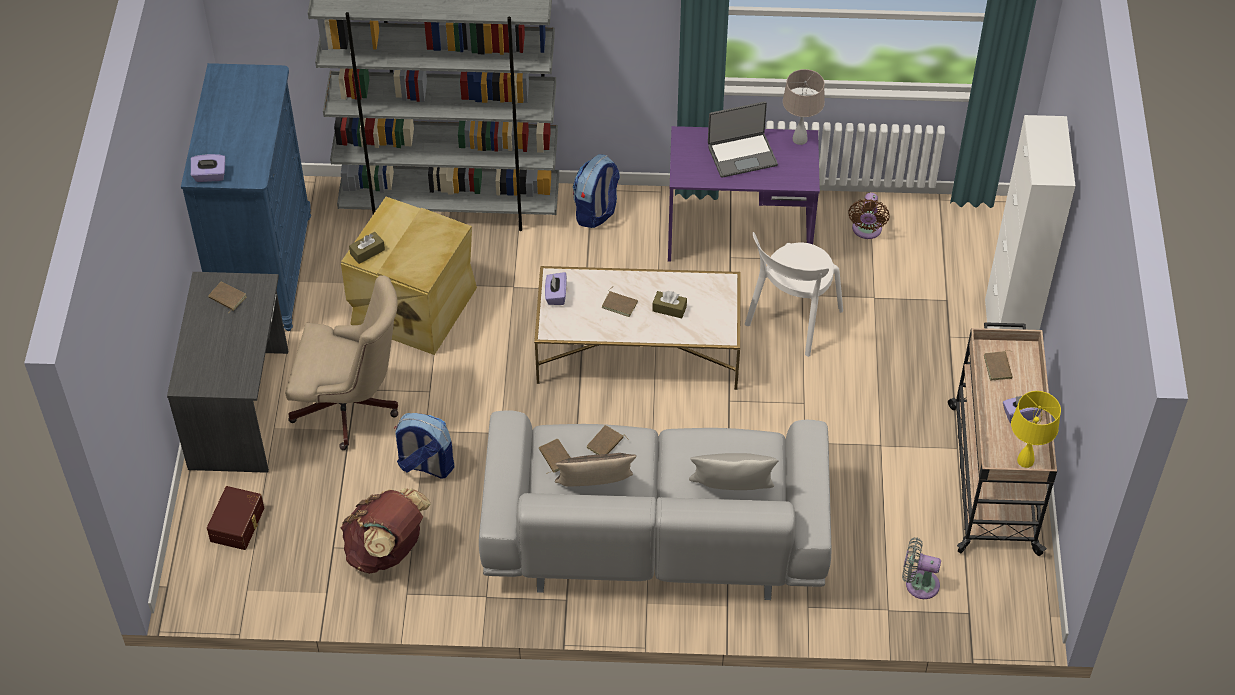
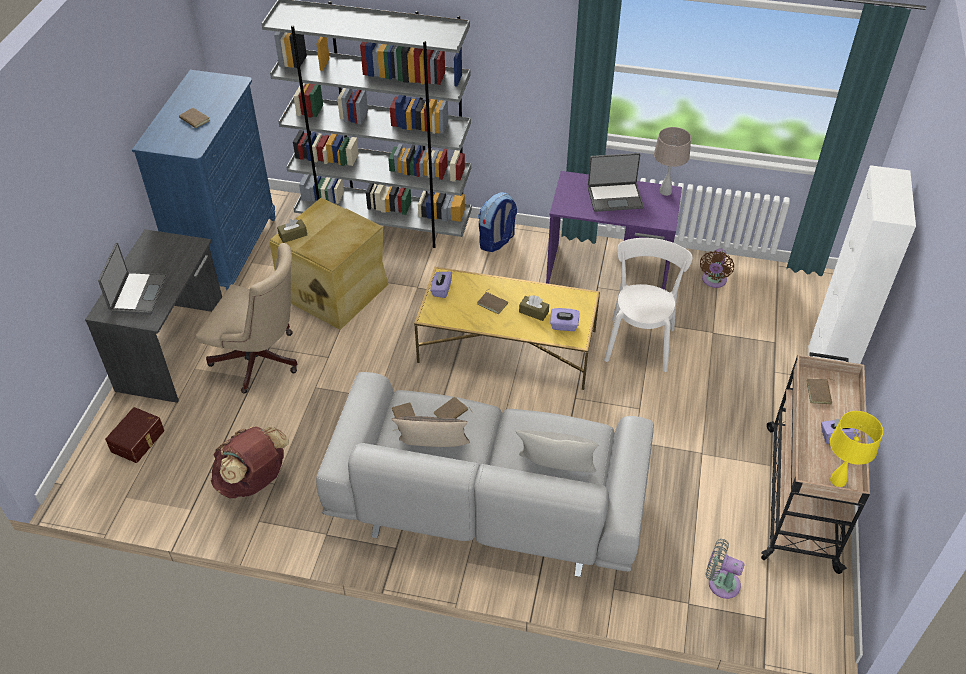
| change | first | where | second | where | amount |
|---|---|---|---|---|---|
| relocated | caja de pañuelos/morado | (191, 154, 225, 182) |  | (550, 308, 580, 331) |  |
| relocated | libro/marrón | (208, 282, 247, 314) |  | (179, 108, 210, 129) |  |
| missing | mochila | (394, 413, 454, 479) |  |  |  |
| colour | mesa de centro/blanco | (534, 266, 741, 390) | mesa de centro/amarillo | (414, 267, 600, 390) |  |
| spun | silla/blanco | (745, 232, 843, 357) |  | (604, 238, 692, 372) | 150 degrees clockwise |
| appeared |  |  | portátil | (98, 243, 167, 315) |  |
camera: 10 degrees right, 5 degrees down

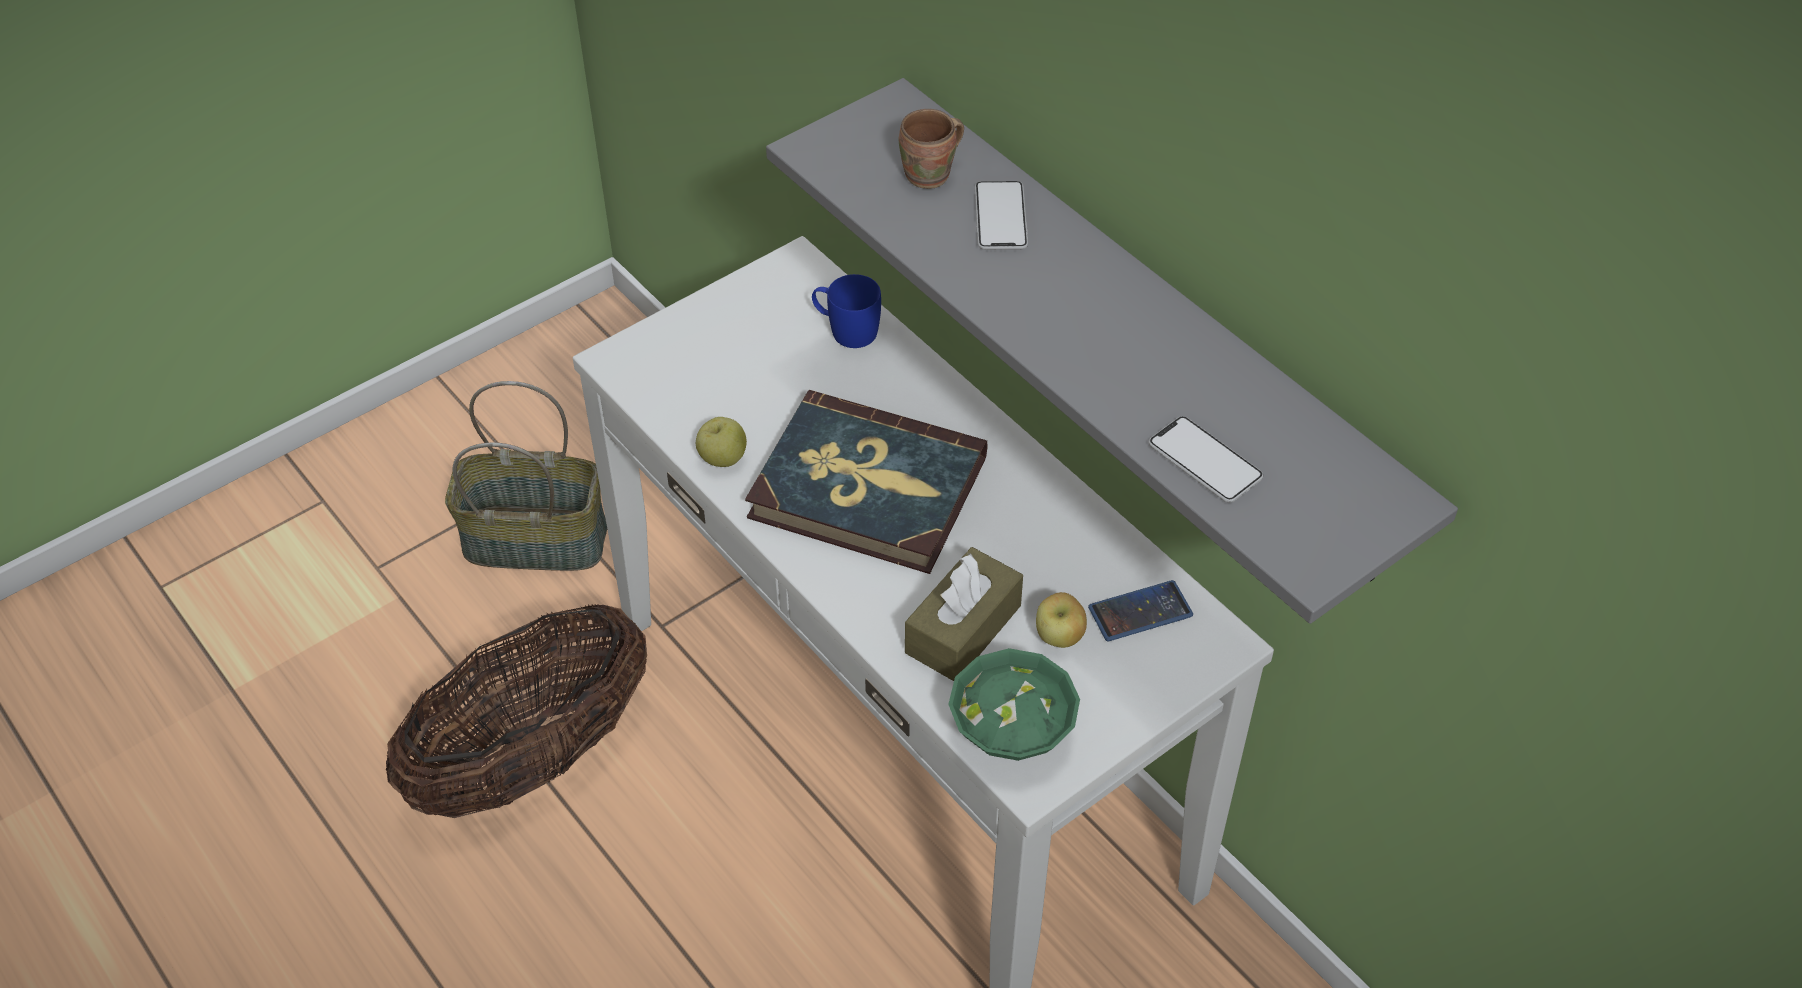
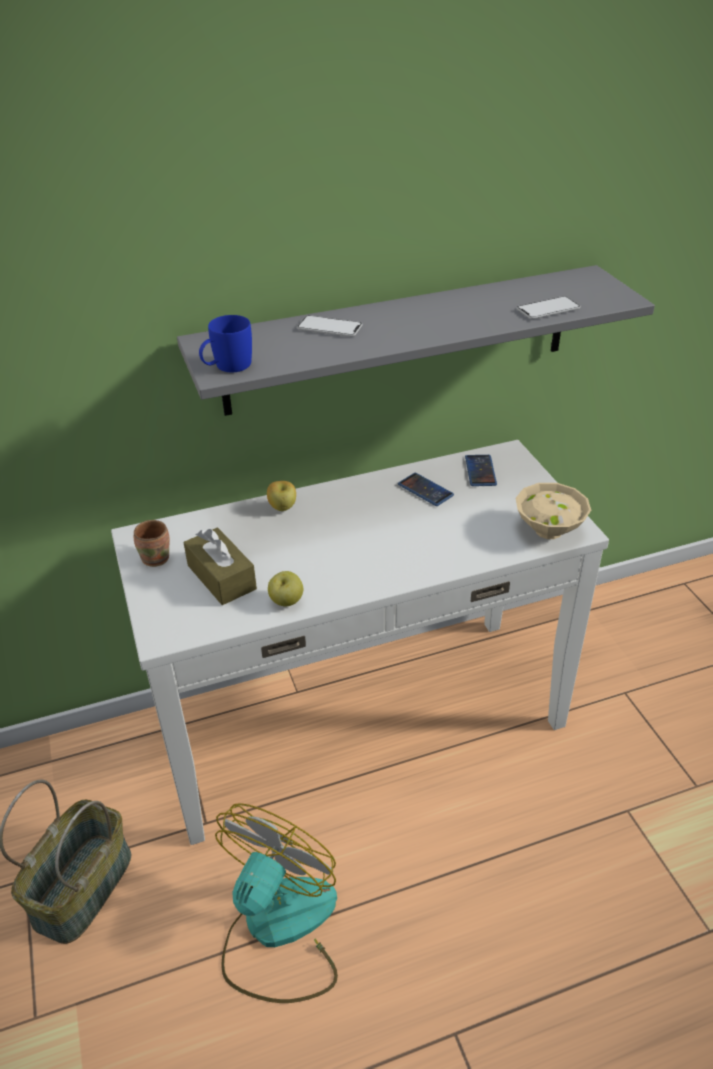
| change | first | where | second | where | amount |
|---|---|---|---|---|---|
| exchanged | cesta | (386, 604, 647, 818) | ventilador | (215, 803, 338, 1003) |  |
| missing | libro | (745, 390, 988, 574) |  |  |  |
| relocated | taza grande/azul | (812, 274, 881, 348) |  | (199, 315, 252, 372) |  |
| relocated | taza grande/marrón | (899, 109, 964, 189) |  | (134, 520, 170, 567) |  |
| relocated | caja de pañuelos/marrón | (905, 547, 1023, 681) |  | (183, 527, 257, 605) |  |
| colour | cuenco/verde | (948, 648, 1080, 761) | cuenco/beis | (516, 483, 591, 539) |  |
| relocated | manzana | (1036, 592, 1087, 648) |  | (267, 481, 296, 511) |  |
| appeared |  |  | móvil | (398, 473, 454, 506) |  |
camera: 70 degrees left, 10 degrees down

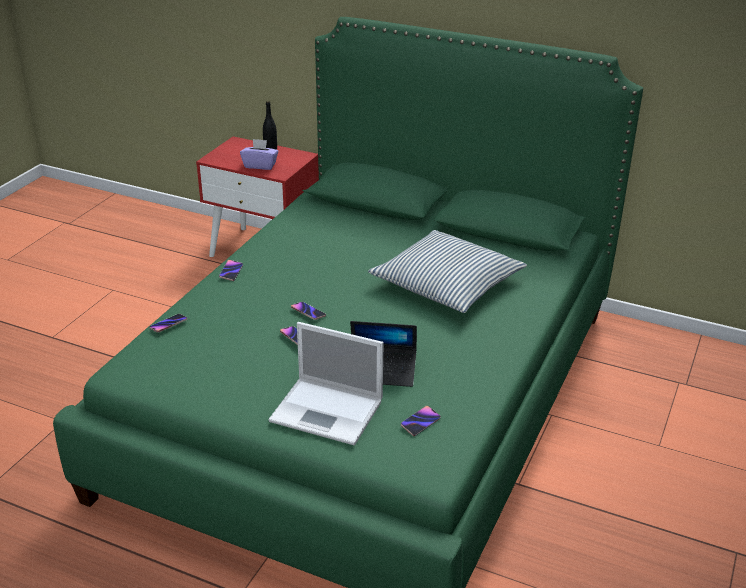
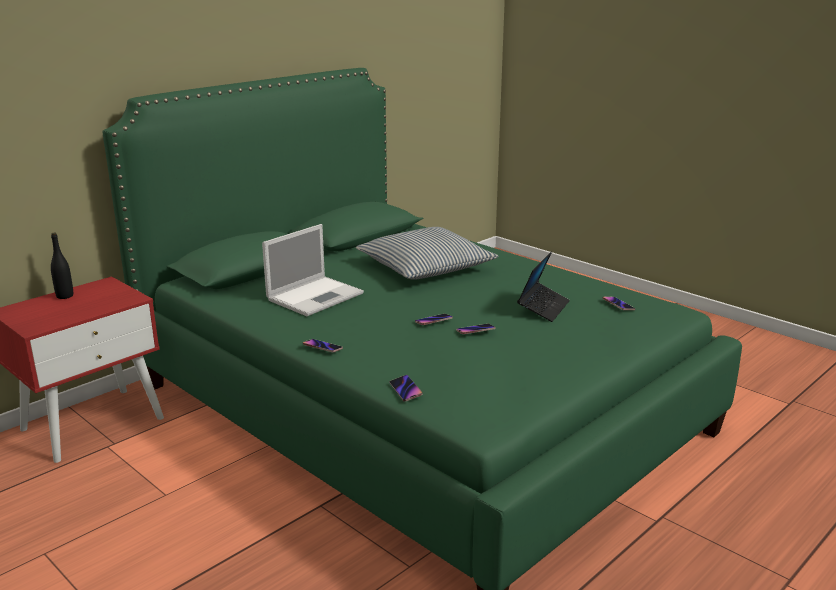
| change | first | where | second | where | amount |
|---|---|---|---|---|---|
| missing | caja de pañuelos/morado | (240, 139, 279, 170) |  |  |  |
| relocated | portátil | (268, 322, 384, 446) |  | (262, 224, 364, 316) |  |
camera: 70 degrees left, 10 degrees down

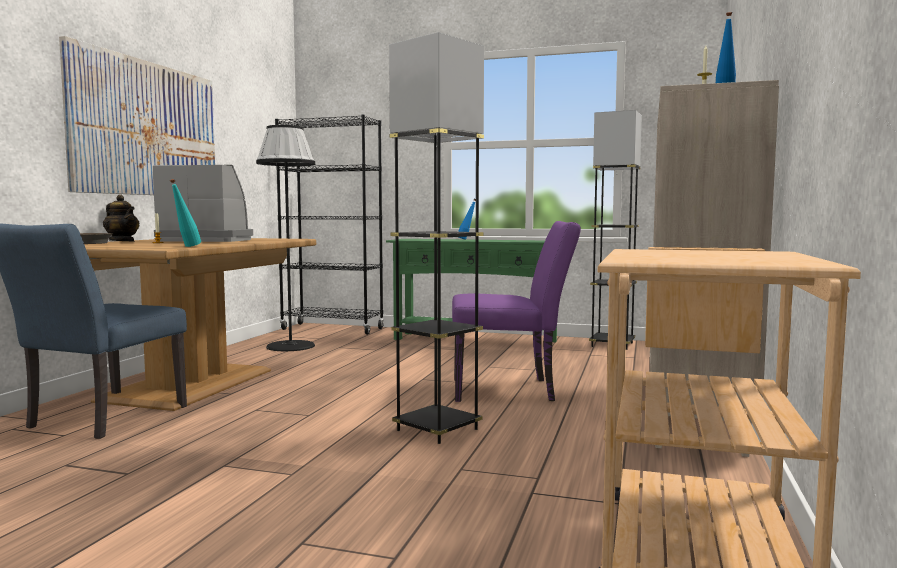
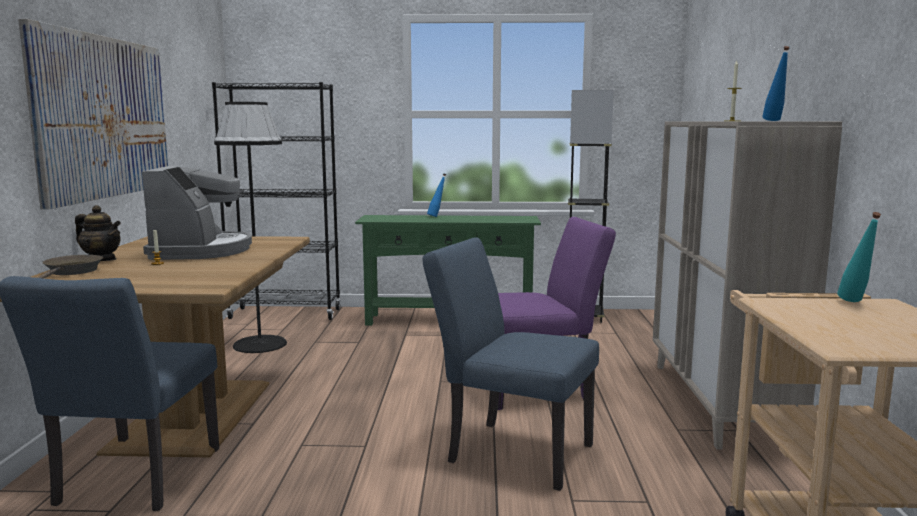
| change | first | where | second | where | amount |
|---|---|---|---|---|---|
| spun | cafetera | (153, 165, 253, 242) |  | (142, 166, 252, 260) | 90 degrees clockwise |
| relocated | botella/turquesa | (170, 179, 201, 247) |  | (837, 212, 881, 302) |  |
| exchanged | lámpara de pie/gris | (389, 32, 484, 444) | silla/azul | (422, 237, 599, 491) |  |
camera: 15 degrees left, 5 degrees up

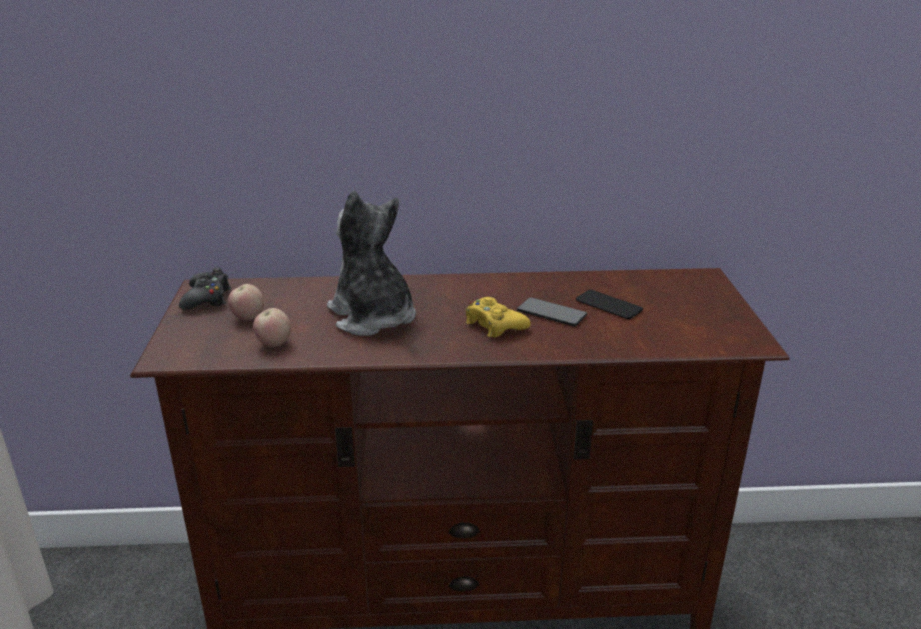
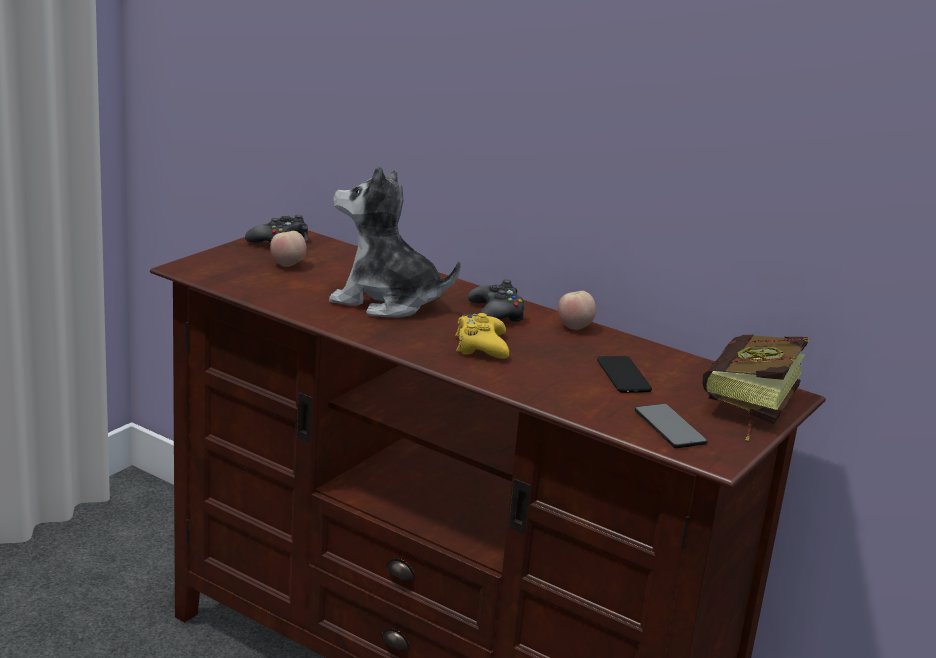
| change | first | where | second | where | amount |
|---|---|---|---|---|---|
| relocated | manzana | (253, 308, 291, 347) |  | (558, 291, 596, 330) |  |
| spun | peluche | (327, 190, 416, 336) |  | (329, 165, 461, 318) | 75 degrees counterclockwise |
| relocated | móvil | (517, 297, 587, 327) |  | (635, 404, 707, 448) |  |
| appeared |  |  | mando de consola/negro | (468, 280, 525, 322) |  |
| appeared |  |  | libro | (702, 335, 810, 441) |  |
camera: 35 degrees right, 5 degrees down

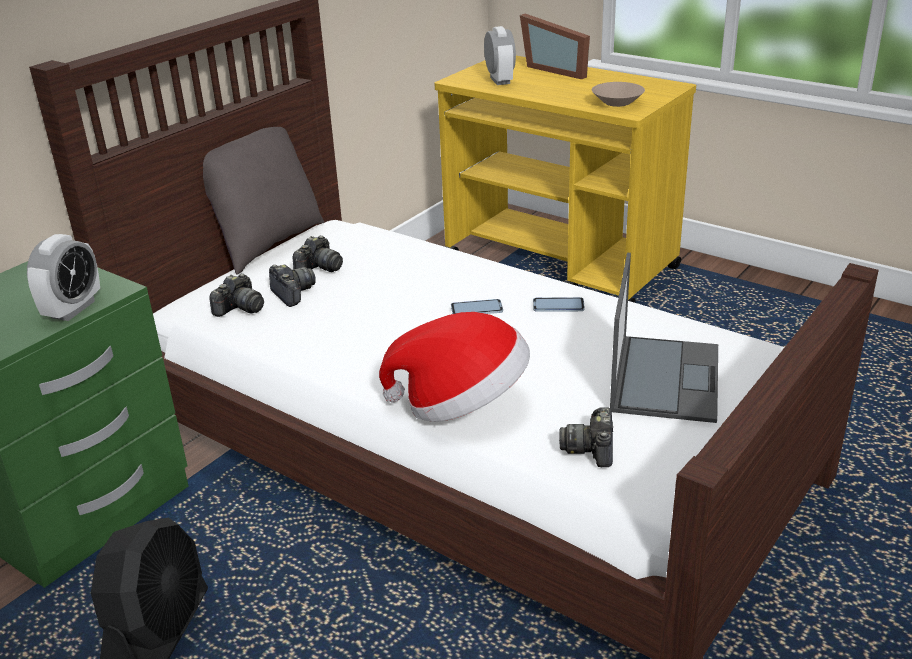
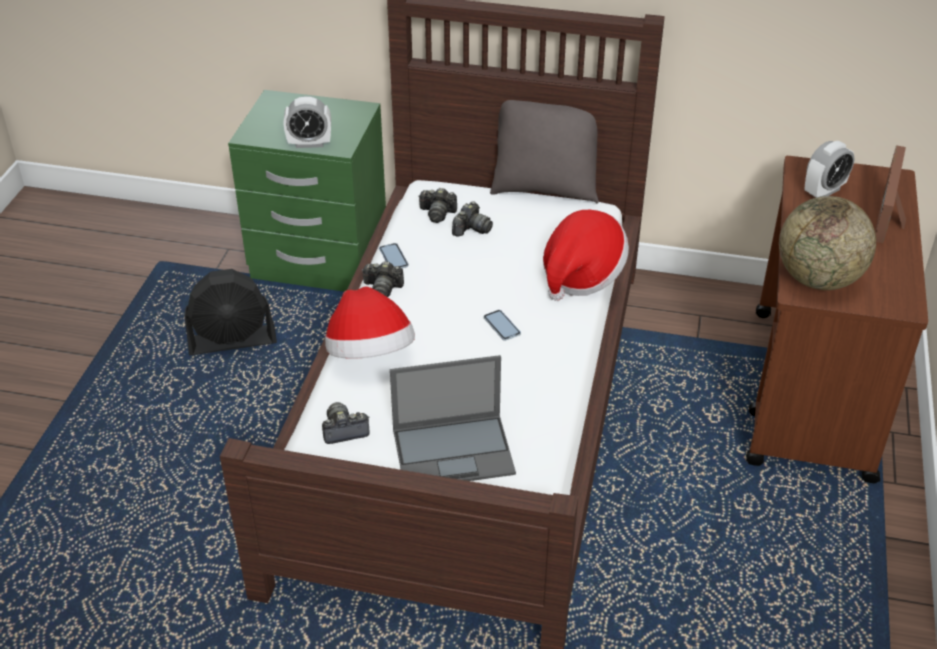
| change | first | where | second | where | amount |
|---|---|---|---|---|---|
| relocated | cámara | (293, 236, 343, 272) |  | (362, 261, 404, 297) |  |
| colour | carrito/amarillo | (434, 56, 696, 303) | carrito/marrón | (746, 156, 928, 483) |  |
| relocated | móvil | (533, 297, 585, 312) |  | (379, 243, 408, 268) |  |
| exchanged | cuenco/beis | (592, 82, 645, 107) | globo terráqueo | (779, 196, 876, 290) |  |
| appeared |  |  | sombrero | (543, 210, 629, 301) |  |
camera: 65 degrees right, 10 degrees up

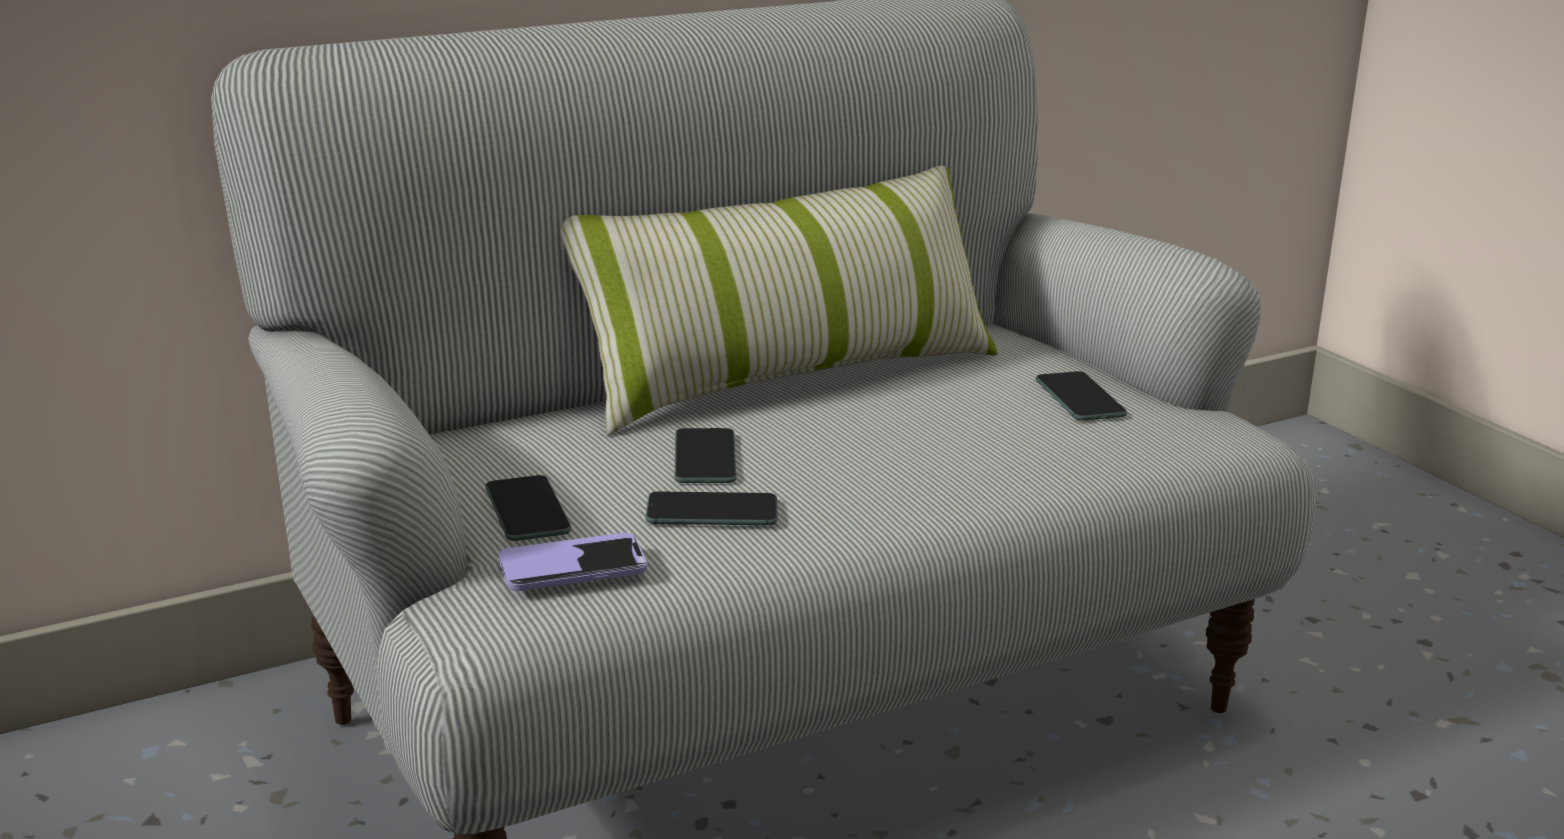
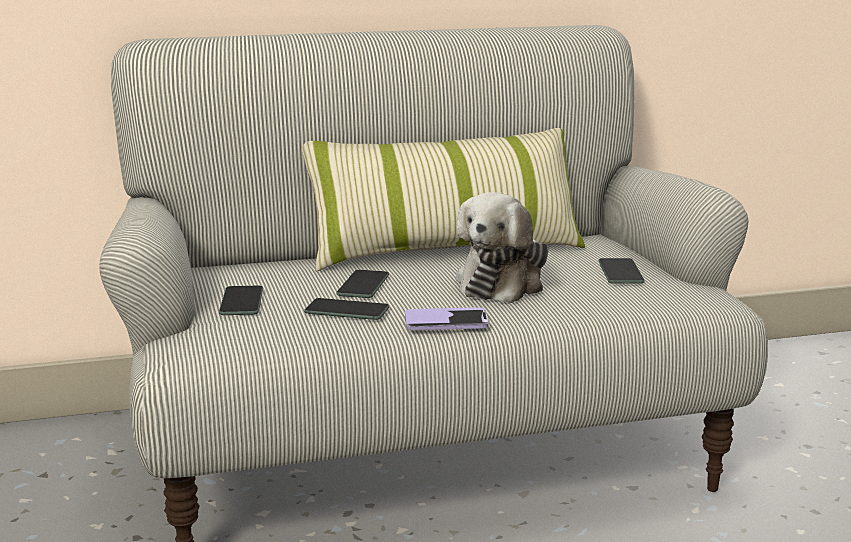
| change | first | where | second | where | amount |
|---|---|---|---|---|---|
| relocated | móvil | (499, 533, 647, 591) |  | (405, 307, 489, 330) |  |
| appeared |  |  | peluche | (456, 192, 549, 303) |  |
camera: 15 degrees right, 5 degrees down

